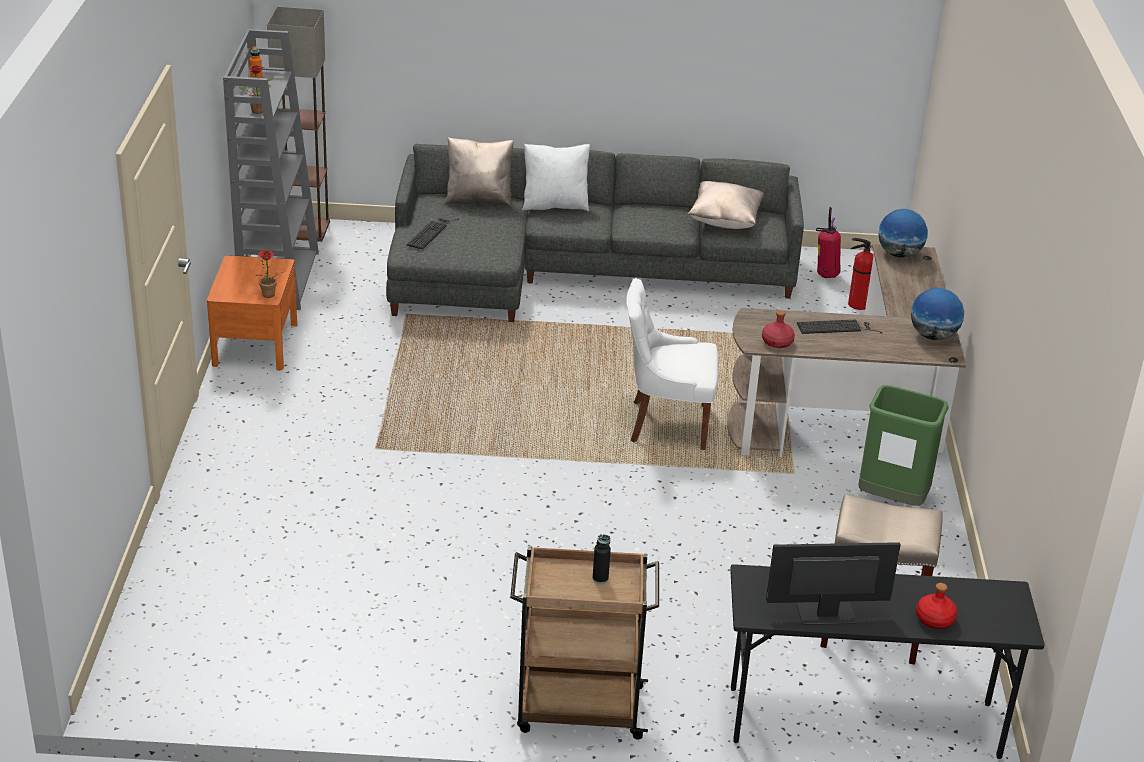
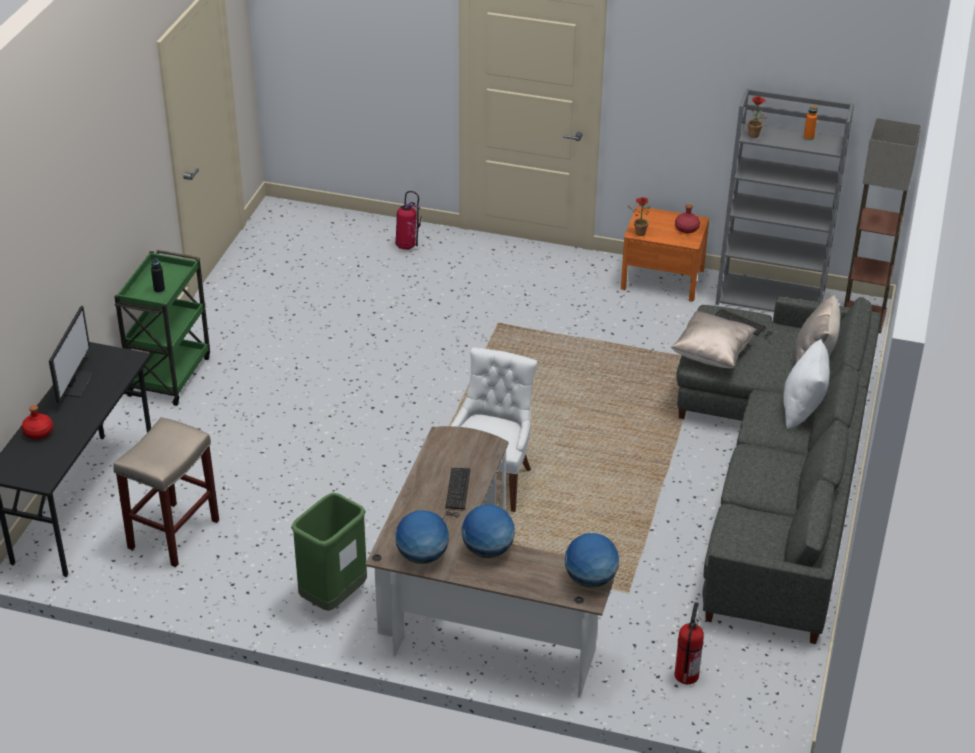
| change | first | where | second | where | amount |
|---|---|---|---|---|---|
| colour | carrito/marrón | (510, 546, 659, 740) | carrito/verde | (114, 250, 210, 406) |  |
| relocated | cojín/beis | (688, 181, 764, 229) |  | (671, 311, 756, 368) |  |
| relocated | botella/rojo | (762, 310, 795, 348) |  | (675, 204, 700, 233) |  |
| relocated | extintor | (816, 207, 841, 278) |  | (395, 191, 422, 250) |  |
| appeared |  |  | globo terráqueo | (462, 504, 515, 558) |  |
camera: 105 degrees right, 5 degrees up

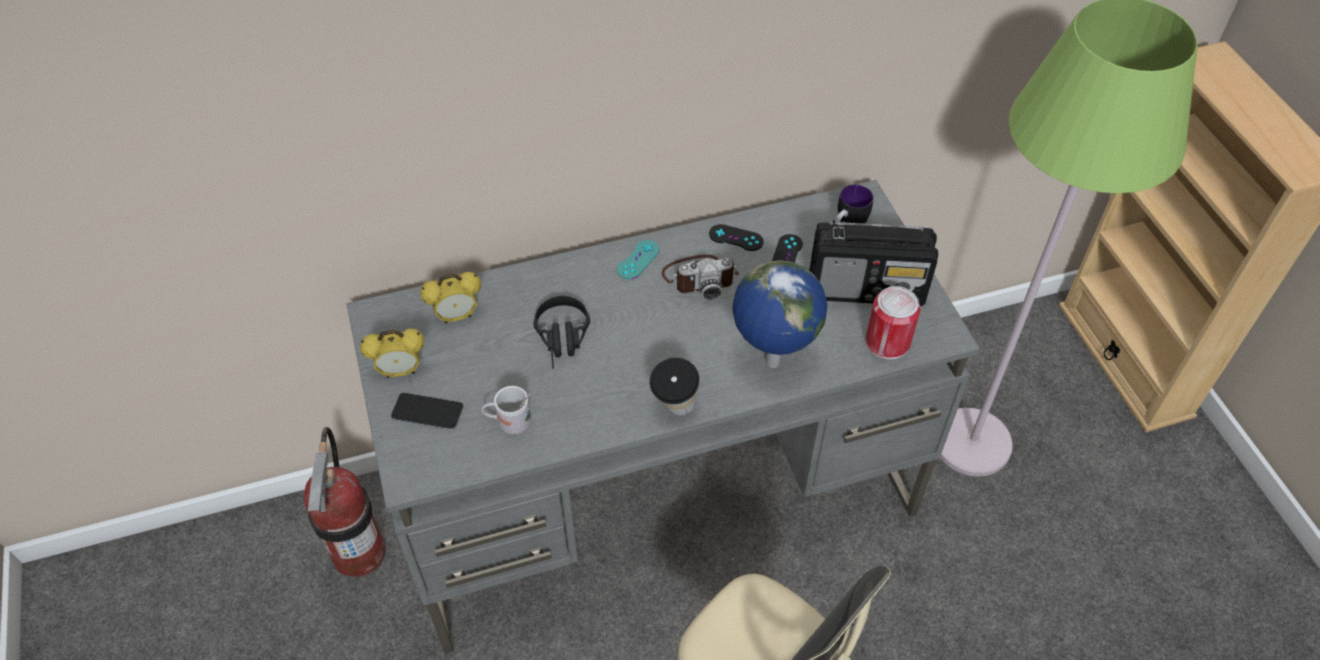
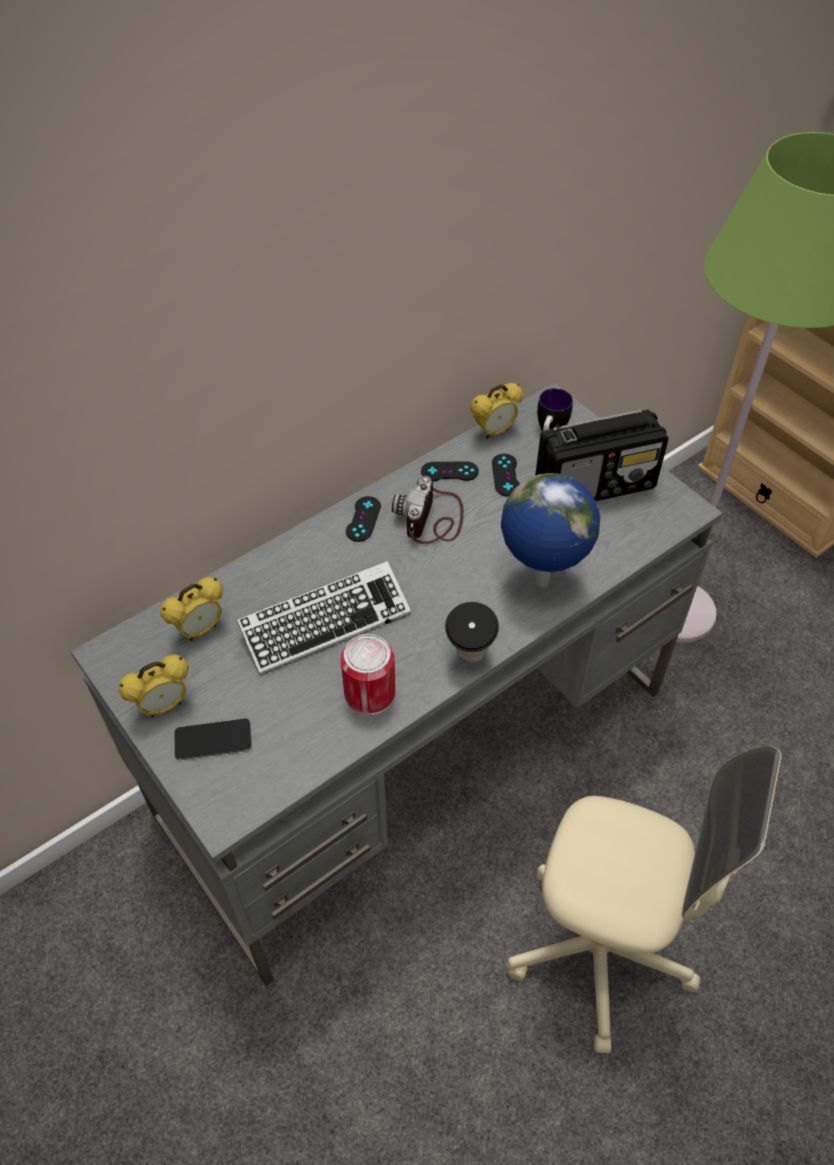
| change | first | where | second | where | amount |
|---|---|---|---|---|---|
| missing | extintor | (304, 427, 385, 577) |  |  |  |
| missing | taza grande/blanco | (481, 386, 531, 435) |  |  |  |
| exchanged | auriculares/negro | (533, 296, 590, 369) | teclado | (237, 561, 411, 675) |  |
| colour | mando de consola/turquesa | (617, 240, 660, 280) | mando de consola/negro | (346, 496, 381, 542) |  |
| spun | cámara | (662, 255, 739, 300) |  | (392, 476, 464, 544) | 135 degrees clockwise |
| relocated | lata | (866, 286, 921, 360) |  | (340, 634, 396, 715) |  |
| appeared |  |  | despertador | (471, 383, 523, 439) |  |
camera: 20 degrees left, 0 degrees up

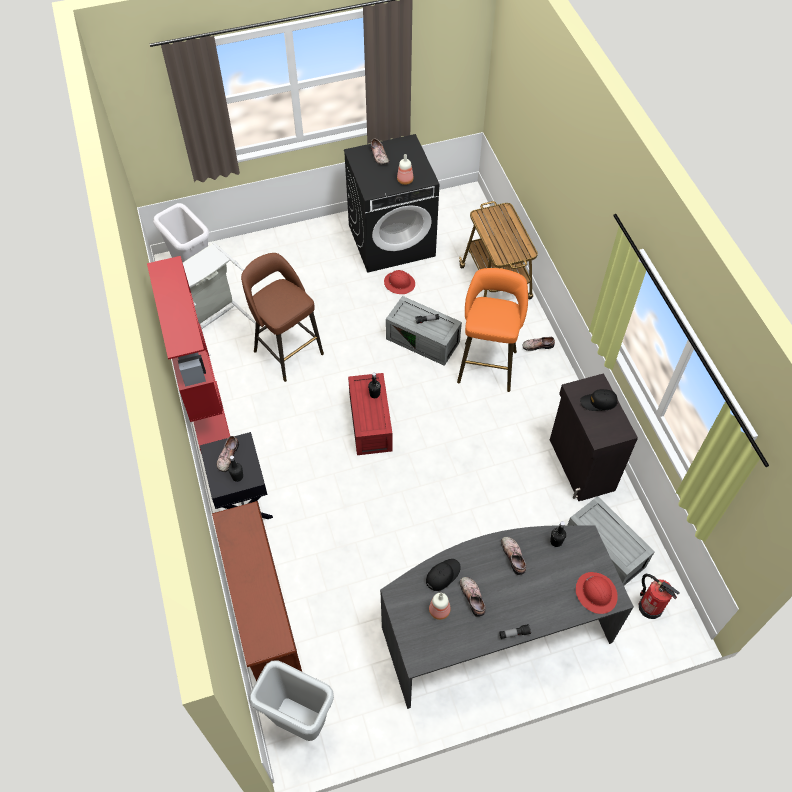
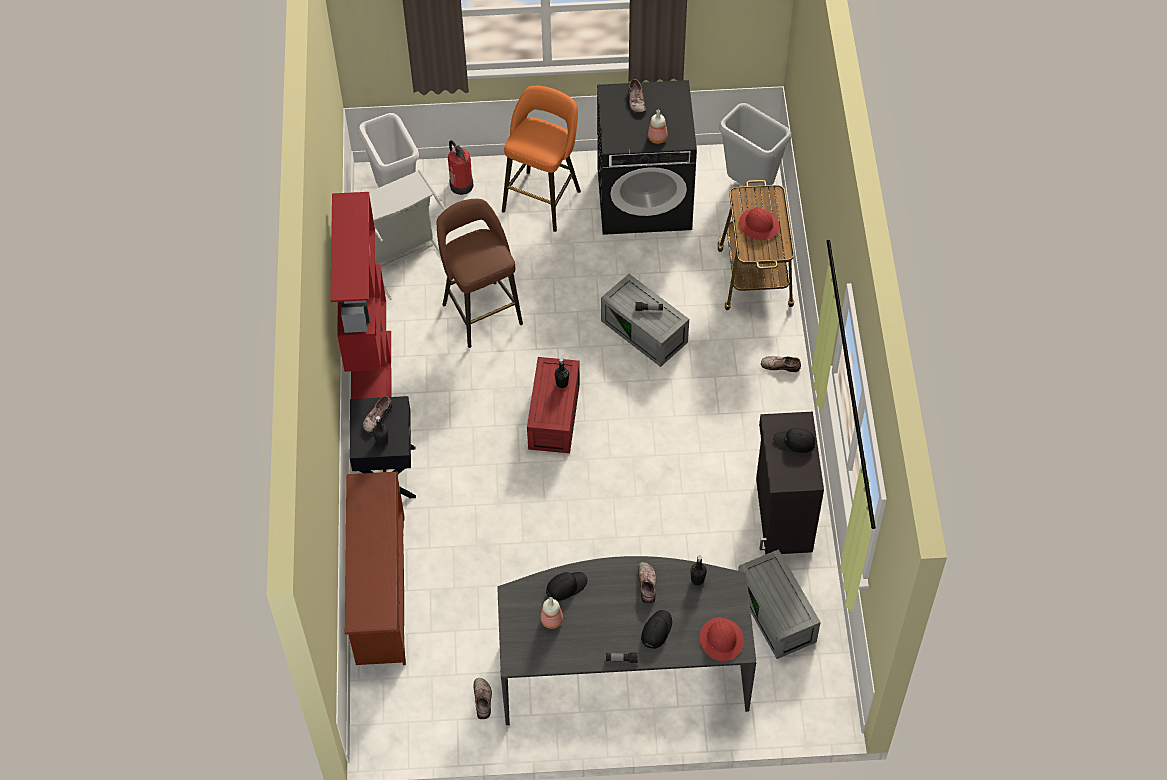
| change | first | where | second | where | amount |
|---|---|---|---|---|---|
| relocated | papelera/gris | (249, 660, 334, 741) |  | (719, 103, 791, 192) |  |
| relocated | casco/rojo | (384, 270, 415, 294) |  | (739, 208, 779, 240) |  |
| relocated | taburete/naranja | (457, 268, 528, 392) |  | (502, 85, 581, 232) |  |
| relocated | zapato | (459, 577, 486, 617) |  | (474, 678, 492, 719) |  |
| relocated | extintor | (639, 574, 679, 619) |  | (448, 140, 474, 195) |  |
| appeared |  |  | gorra/negro | (641, 610, 672, 649) |  |
camera: 15 degrees right, 0 degrees up

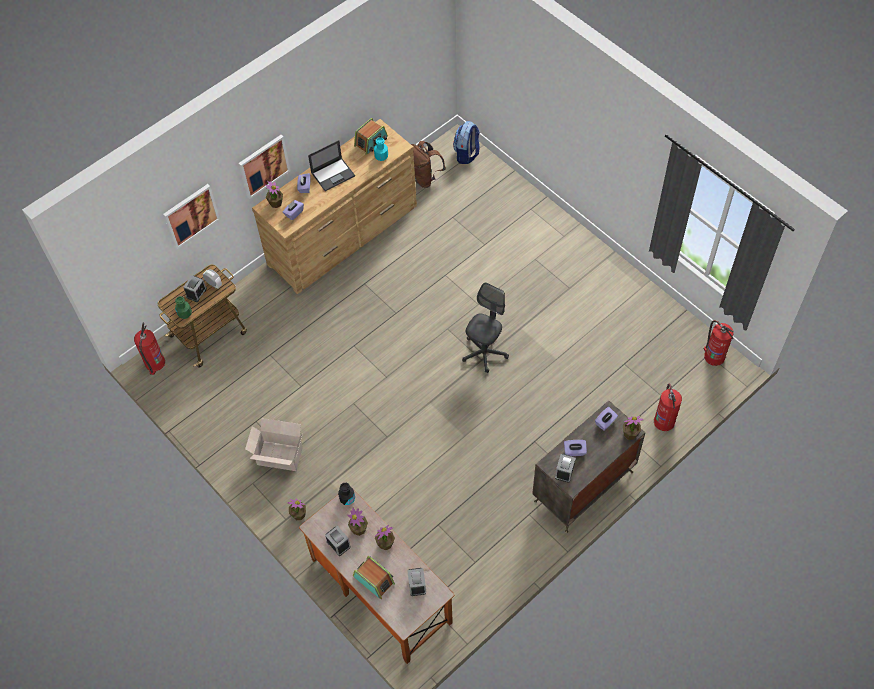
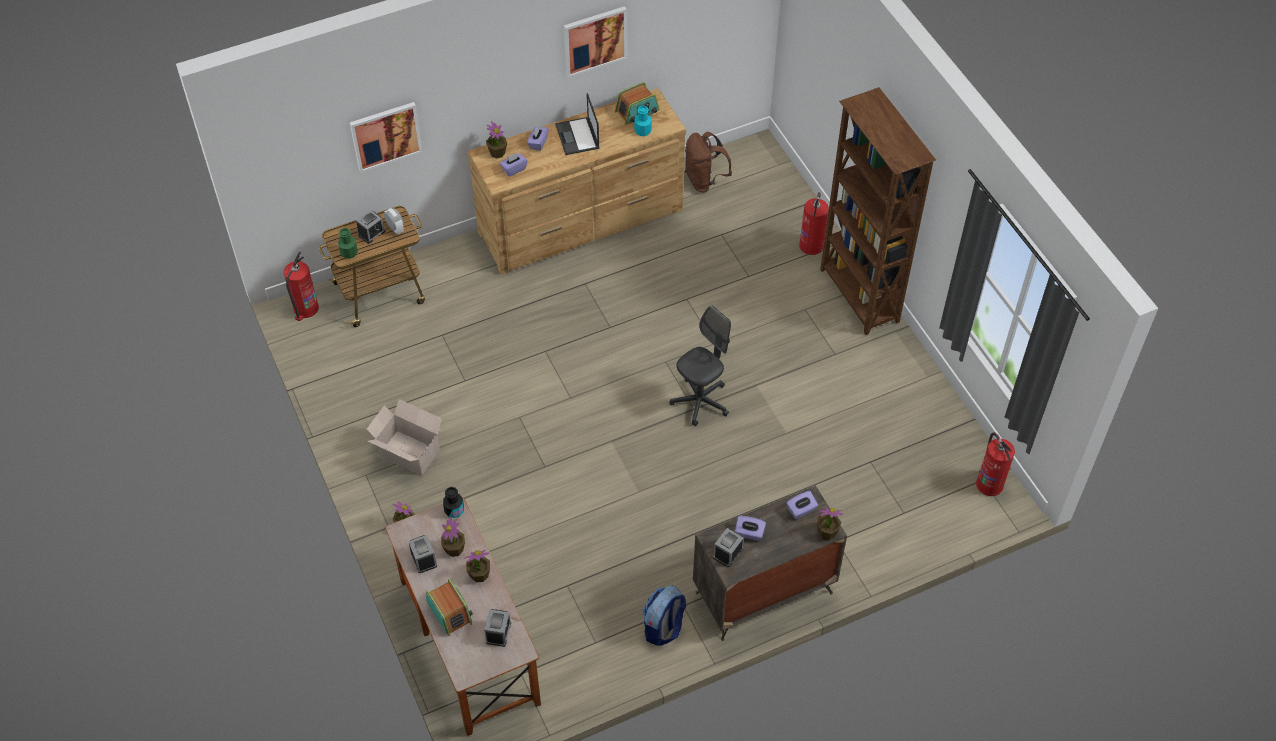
| change | first | where | second | where | amount |
|---|---|---|---|---|---|
| relocated | cuadro | (239, 135, 290, 199) |  | (564, 6, 627, 78) |  |
| spun | portátil | (308, 140, 355, 191) |  | (555, 93, 600, 155) | 90 degrees clockwise |
| relocated | mochila | (453, 121, 480, 164) |  | (643, 585, 686, 646) |  |
| relocated | extintor | (654, 384, 682, 431) |  | (799, 192, 829, 255) |  |
| appeared |  |  | estantería/marrón | (820, 87, 936, 335) |  |
camera: 15 degrees right, 5 degrees down

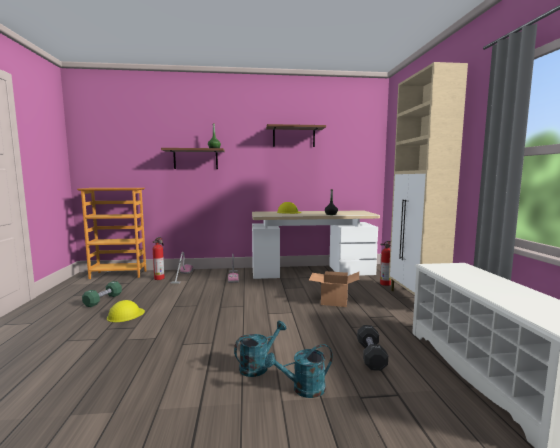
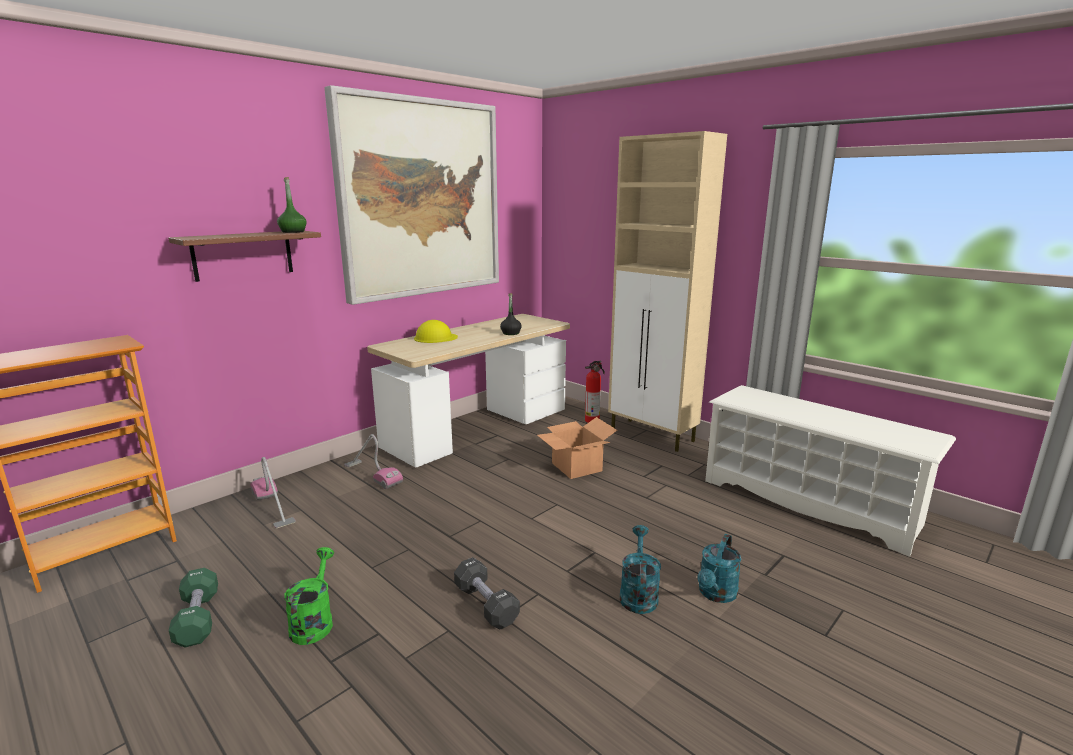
| change | first | where | second | where | amount |
|---|---|---|---|---|---|
| exchanged | casco/amarillo | (107, 300, 145, 322) | regadera/verde | (284, 547, 334, 645) |  |
| missing | extintor | (153, 237, 165, 280) |  |  |  |
| exchanged | estante | (266, 124, 326, 147) | cuadro | (324, 85, 499, 305) |  |
| relocated | mancuerna/negro | (357, 325, 388, 371) |  | (454, 557, 520, 630) |  |
camera: 40 degrees left, 10 degrees up

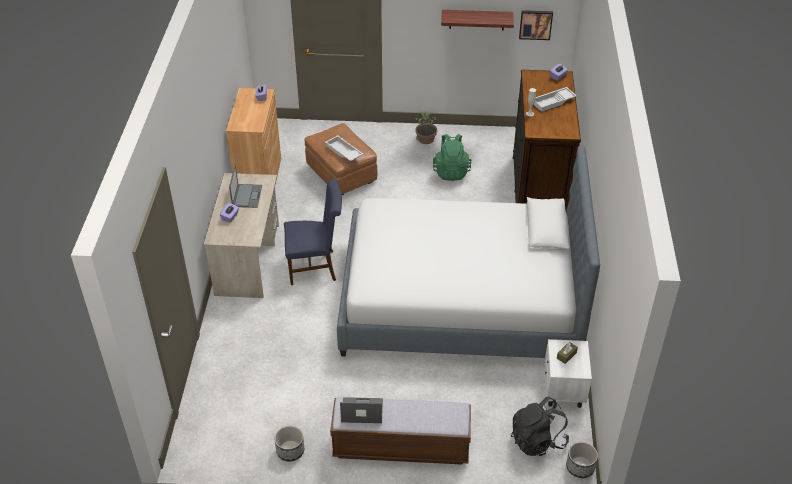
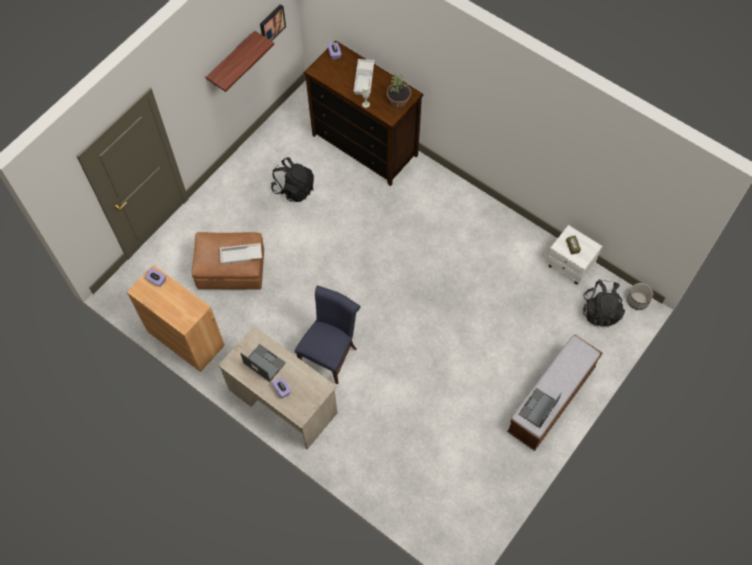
| change | first | where | second | where | amount |
|---|---|---|---|---|---|
| missing | maceta | (275, 426, 304, 461) |  |  |  |
| missing | cama | (337, 145, 600, 358) |  |  |  |
| relocated | planta en maceta | (415, 111, 437, 144) |  | (387, 74, 411, 108) |  |
| colour | mochila/verde | (433, 134, 472, 181) | mochila/negro | (271, 157, 314, 202) |  |
camera: 55 degrees left, 20 degrees up

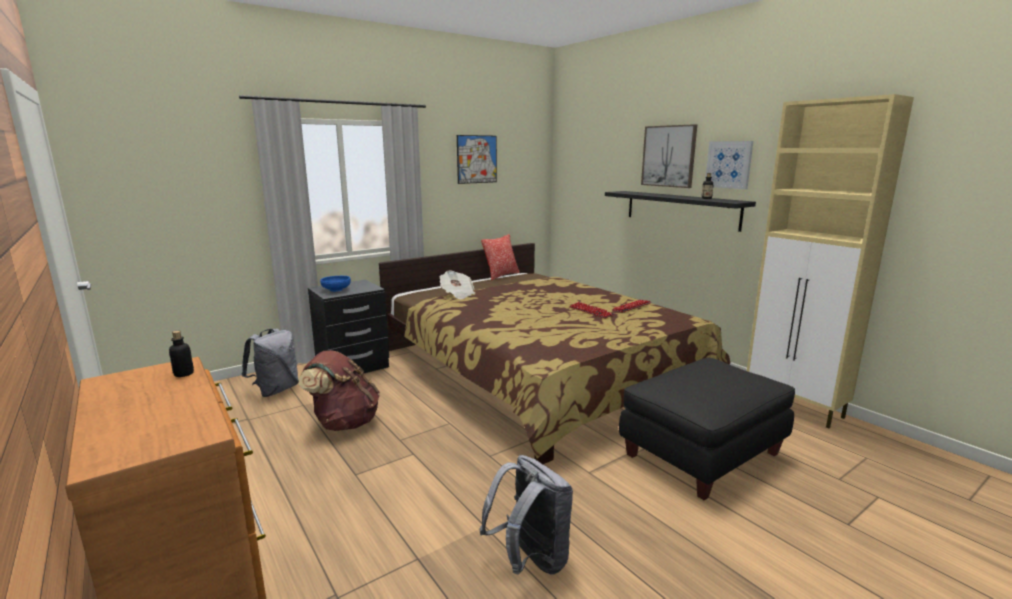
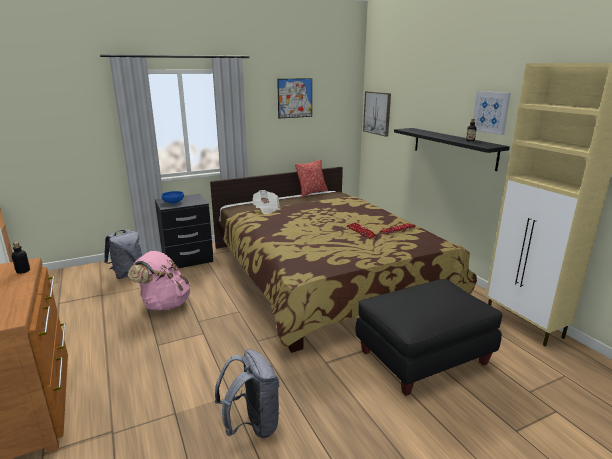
| change | first | where | second | where | amount |
|---|---|---|---|---|---|
| colour | mochila/marrón | (299, 350, 380, 431) | mochila/rosa | (128, 251, 191, 310) |  |
| relocated | cuadro | (641, 124, 697, 188) |  | (363, 91, 391, 137) |  |
camera: 10 degrees right, 5 degrees up

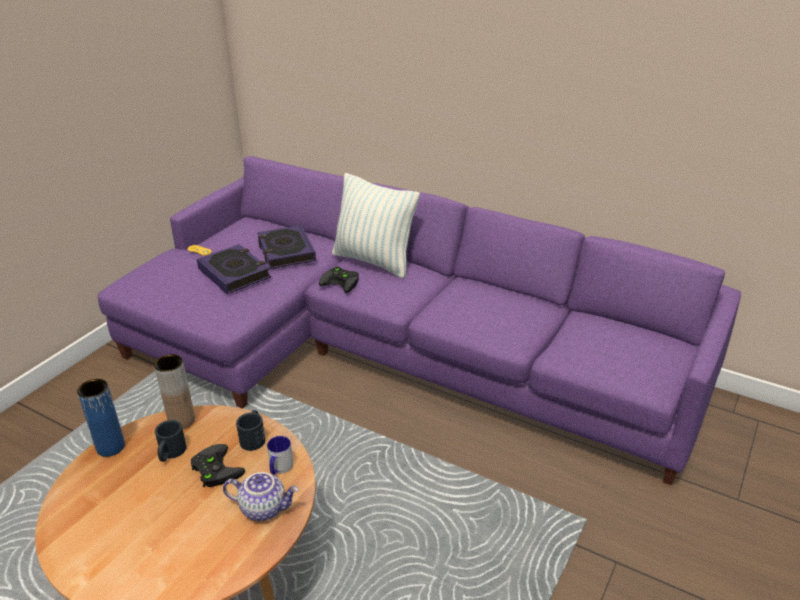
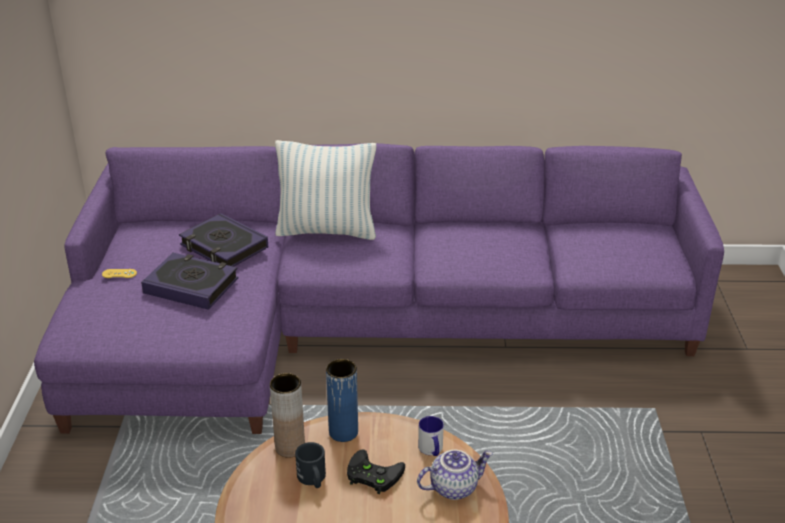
| change | first | where | second | where | amount |
|---|---|---|---|---|---|
| relocated | florero/azul | (77, 379, 125, 457) |  | (326, 359, 358, 442) |  |
| missing | taza grande/negro | (236, 410, 265, 451) |  |  |  |
| missing | mando de consola/negro | (319, 266, 359, 293) |  |  |  |
camera: 30 degrees left, 0 degrees up

